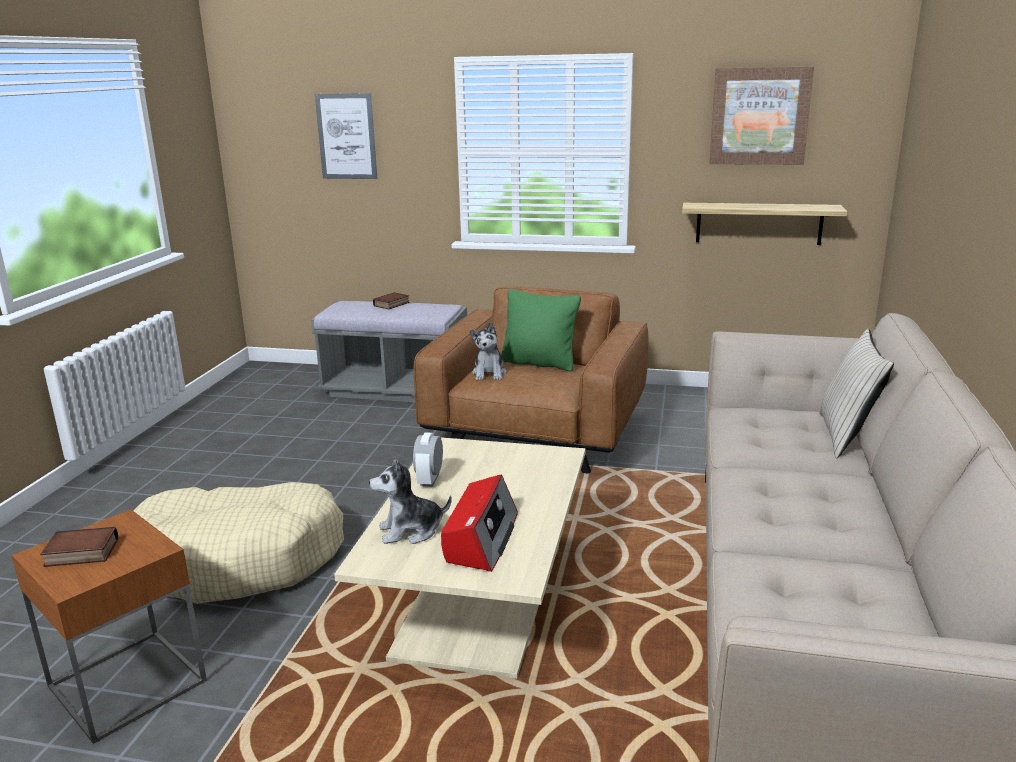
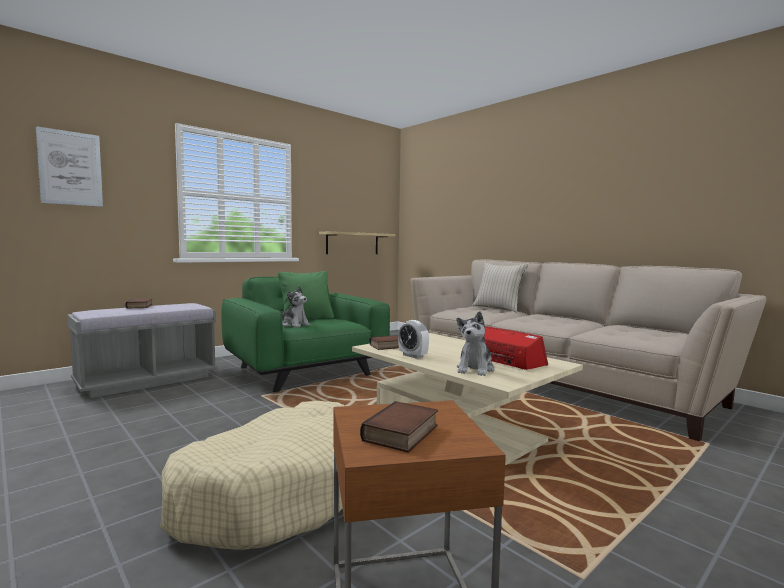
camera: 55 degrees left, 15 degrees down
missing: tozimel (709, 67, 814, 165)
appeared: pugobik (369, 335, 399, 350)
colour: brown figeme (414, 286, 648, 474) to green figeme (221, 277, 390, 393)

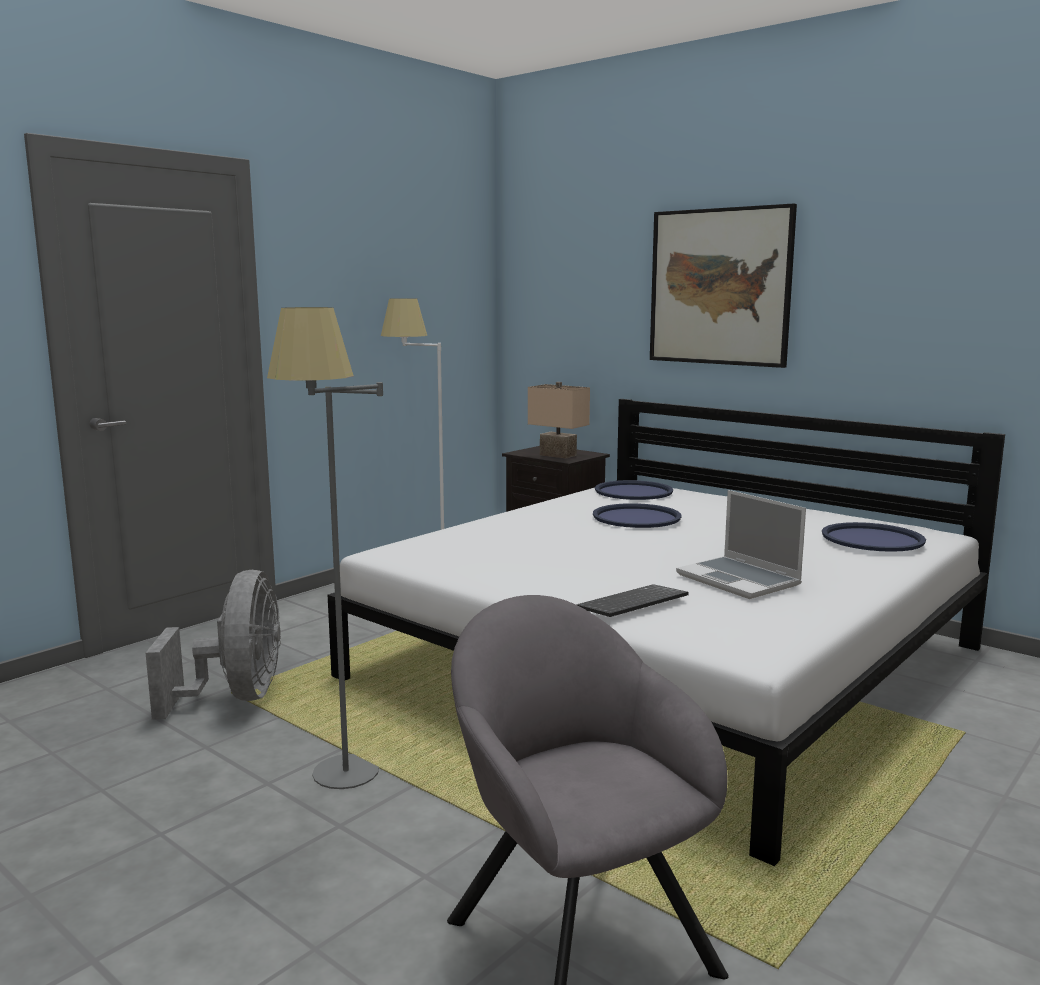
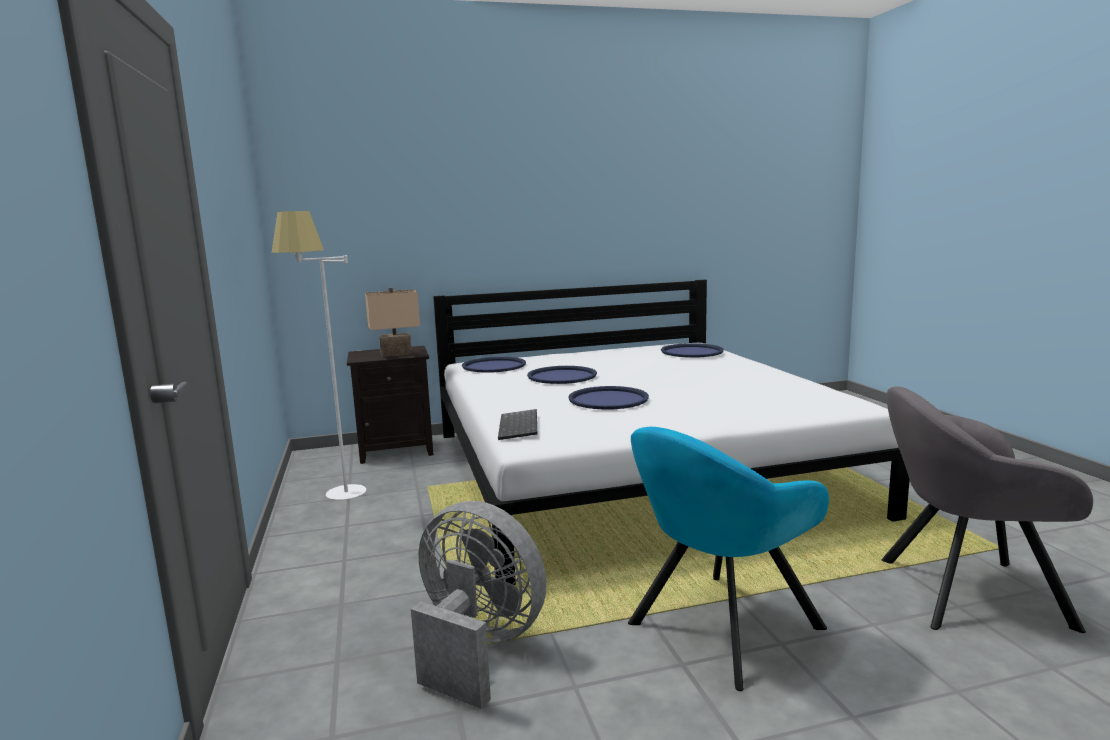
camera: 55 degrees left, 0 degrees up
missing: tozimel (650, 203, 797, 368); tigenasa (676, 490, 806, 599)
appeared: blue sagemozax (568, 386, 649, 410)
relocated: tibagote (576, 584, 688, 617) to (498, 409, 537, 440)
exchanged: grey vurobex (267, 307, 383, 789) to turquoise figeme (628, 427, 829, 691)

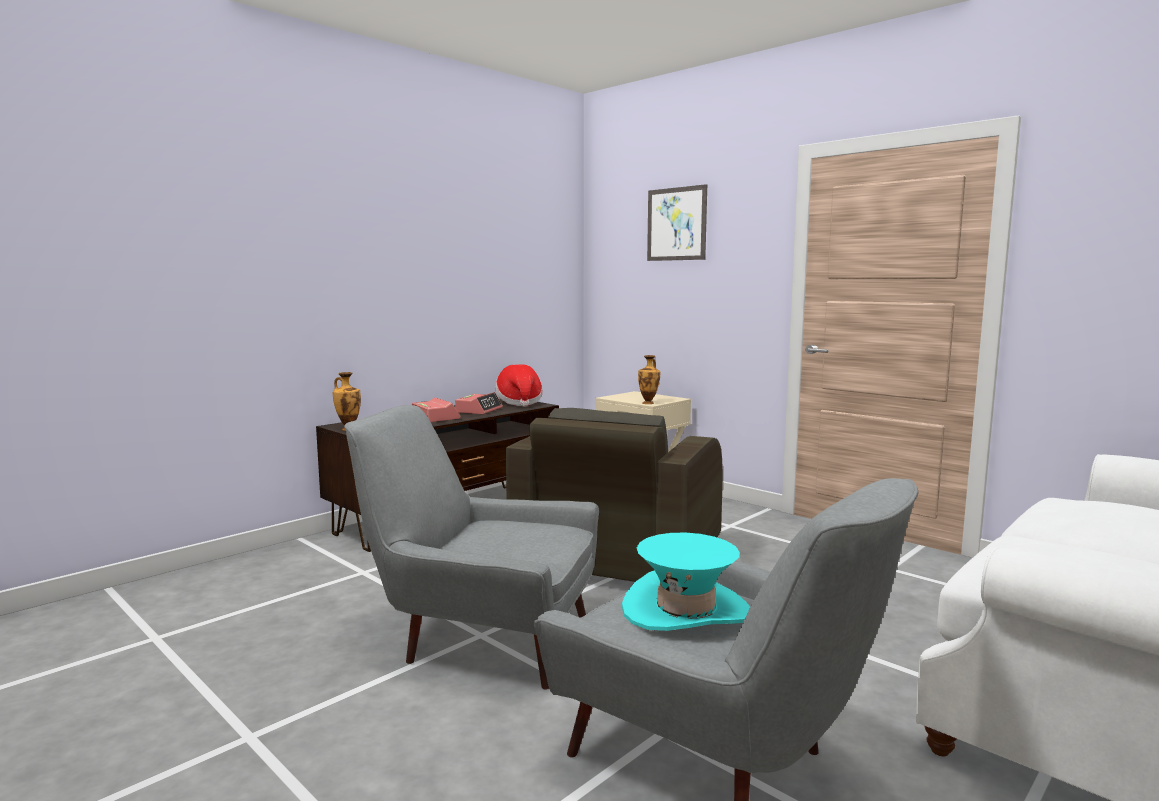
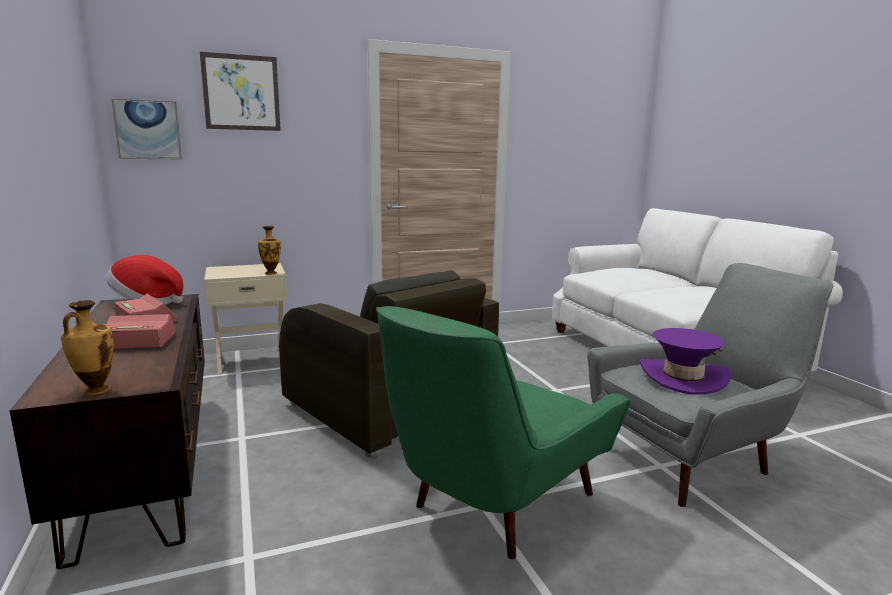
camera: 65 degrees left, 5 degrees up
appeared: tozimel (112, 99, 182, 159)
colour: grey figeme (344, 405, 599, 690) to green figeme (376, 306, 631, 559); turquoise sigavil (622, 533, 750, 631) to purple sigavil (640, 328, 731, 395)

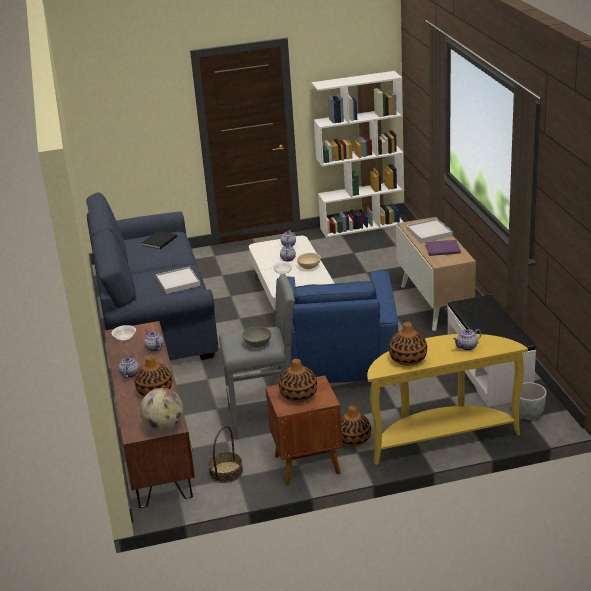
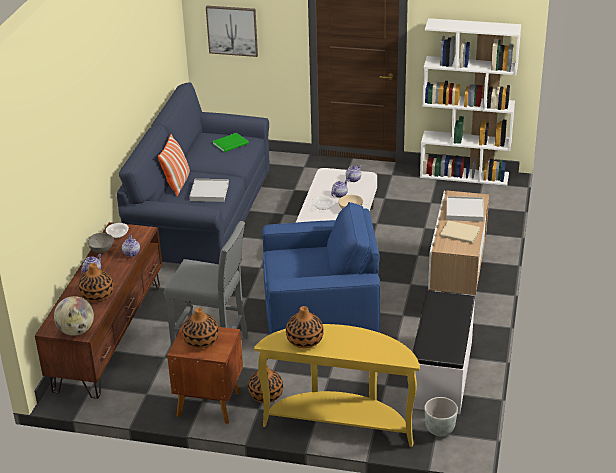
camera: 25 degrees right, 5 degrees up
missing: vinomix (453, 329, 482, 351); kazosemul (208, 426, 243, 483)
appeared: tozimel (206, 6, 258, 57); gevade (158, 134, 190, 196)
relocated: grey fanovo (242, 326, 271, 348) to (87, 233, 114, 253)
colour: black pugobik (142, 231, 177, 249) to green pugobik (212, 133, 249, 153); purple pugobik (425, 240, 461, 256) to beige pugobik (440, 221, 480, 243)
spun: blue figeme (276, 270, 398, 383) = (262, 202, 380, 334) 120 degrees counterclockwise

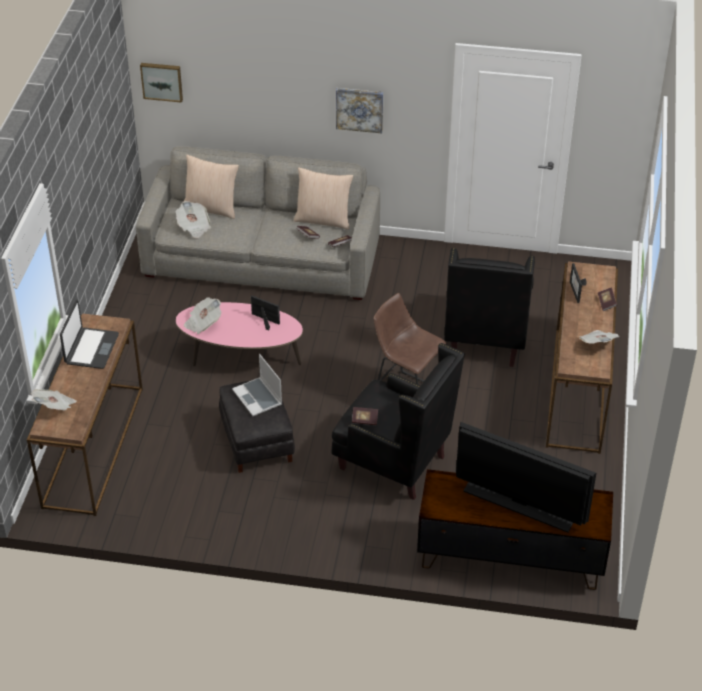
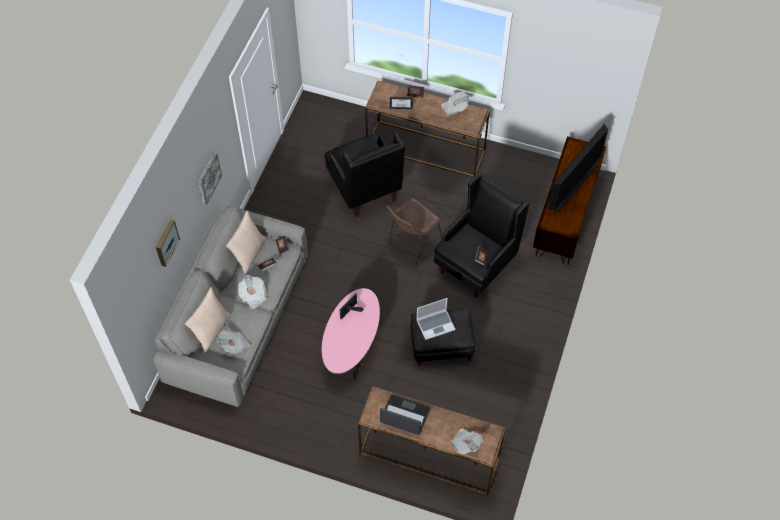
camera: 80 degrees left, 15 degrees up
relocated: tozimel (140, 63, 183, 103) to (156, 220, 180, 267); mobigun (184, 297, 221, 334) to (238, 275, 266, 309)
spun: black figeme (444, 248, 535, 367) = (324, 133, 405, 217) 45 degrees clockwise

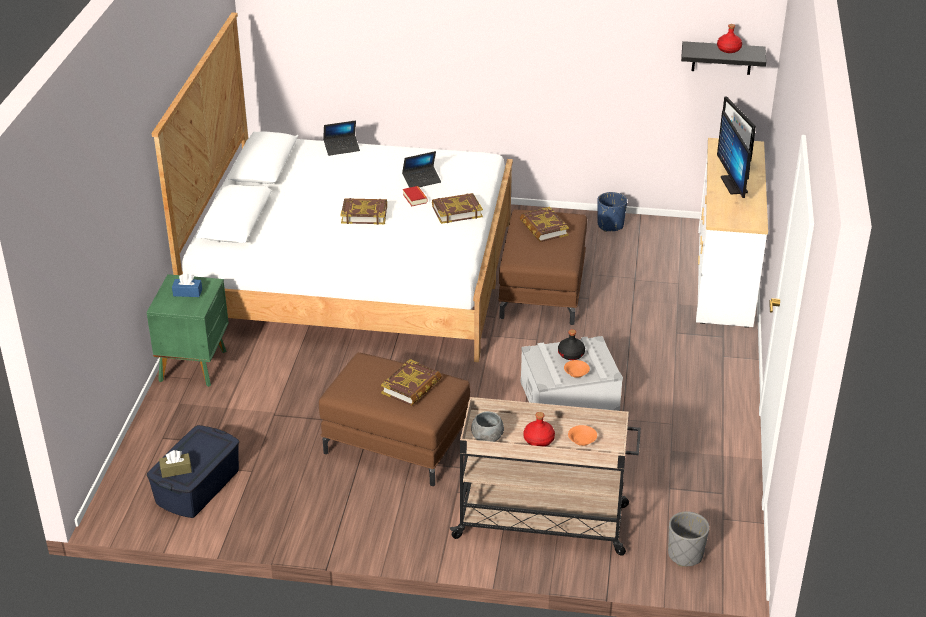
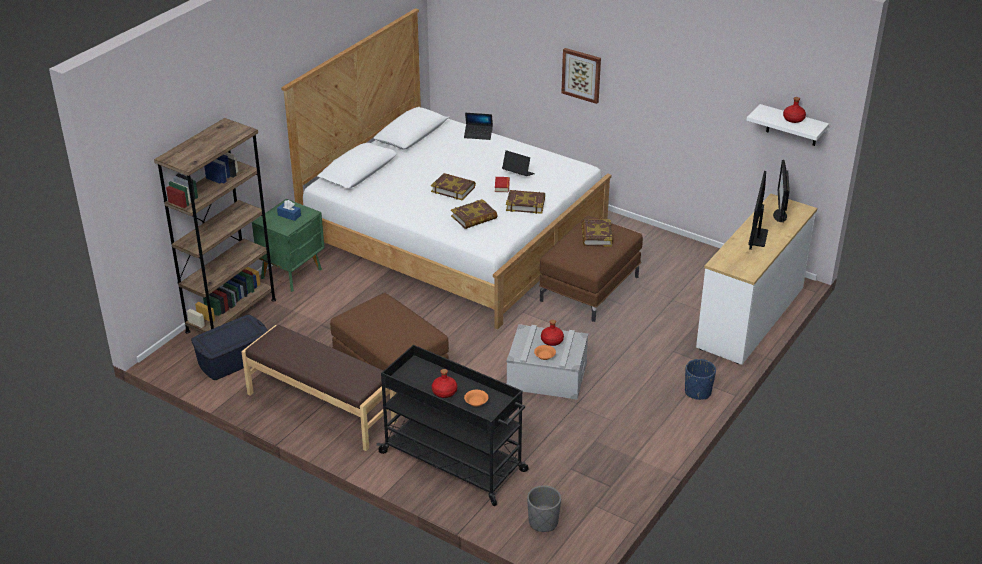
camera: 25 degrees right, 0 degrees up
missing: grey fanovo (471, 412, 504, 442); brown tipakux (159, 450, 192, 478)
appeared: tozimel (561, 48, 601, 104); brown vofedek (154, 118, 276, 333); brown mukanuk (241, 325, 398, 451)
relocated: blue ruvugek (597, 192, 627, 232) to (685, 359, 716, 400); pugobik (381, 359, 442, 406) to (451, 199, 497, 229)
colour: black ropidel (681, 41, 766, 75) to white ropidel (746, 104, 829, 146); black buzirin (558, 329, 585, 360) to red buzirin (541, 320, 564, 346); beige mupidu (450, 397, 641, 556) to black mupidu (377, 345, 529, 506)
spun: tigenasa (402, 151, 441, 188) = (502, 150, 535, 176) 150 degrees counterclockwise

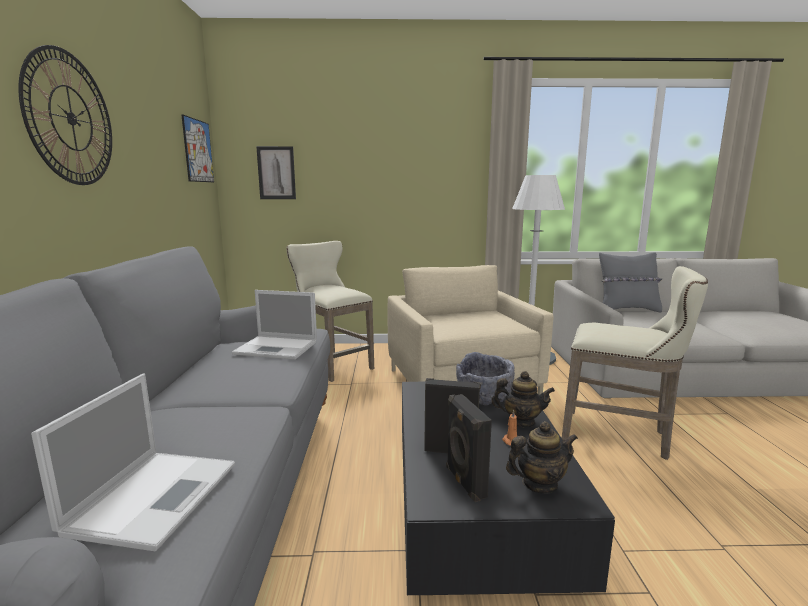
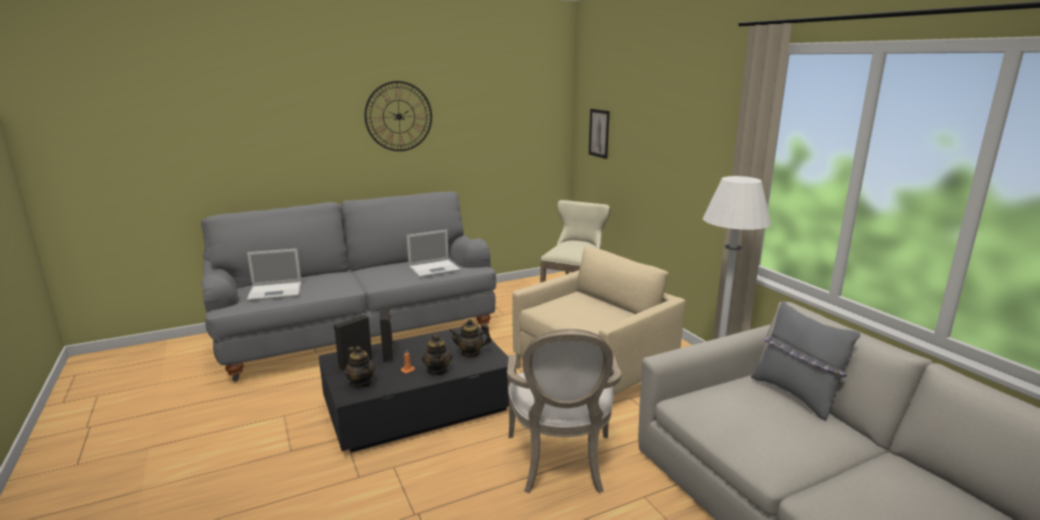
camera: 65 degrees right, 5 degrees up
missing: tozimel (181, 114, 214, 182)
exchanged: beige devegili (562, 266, 708, 460) to figeme (507, 329, 621, 493); grey fanovo (456, 352, 515, 405) to vinomix (449, 319, 492, 358)
spun: tigenasa (232, 290, 317, 359) = (407, 230, 461, 278) 105 degrees counterclockwise

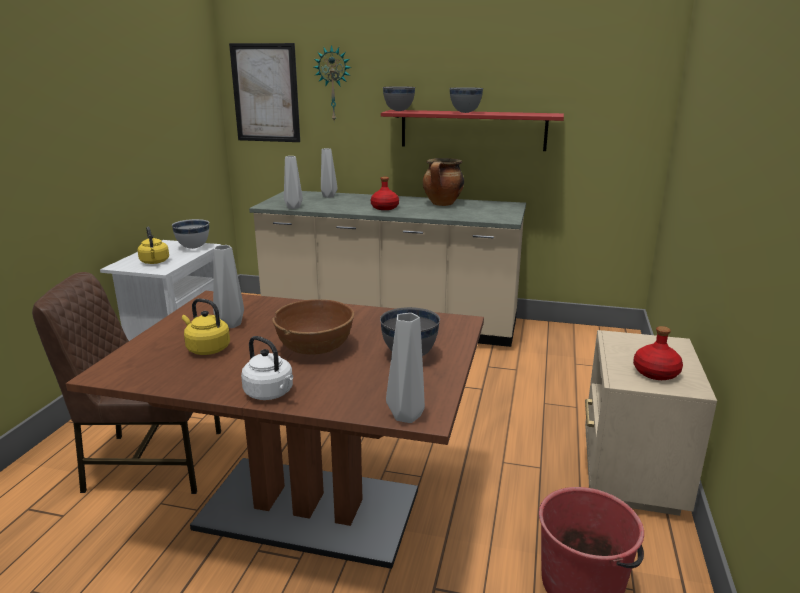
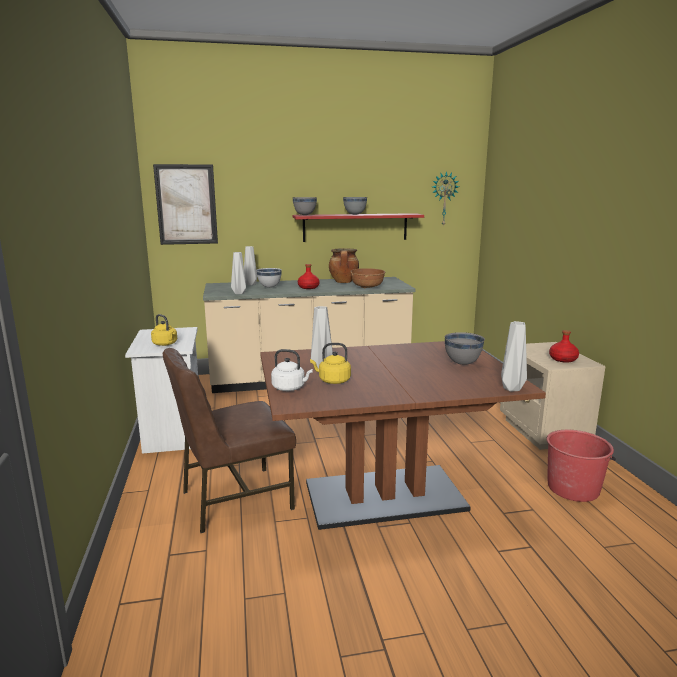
camera: 25 degrees left, 5 degrees down
relocated: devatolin (314, 45, 352, 121) to (432, 171, 459, 227); white fanovo (172, 219, 209, 249) to (256, 268, 282, 288); brown fanovo (272, 299, 354, 355) to (350, 268, 385, 289); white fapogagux (241, 336, 293, 400) to (271, 349, 313, 391)

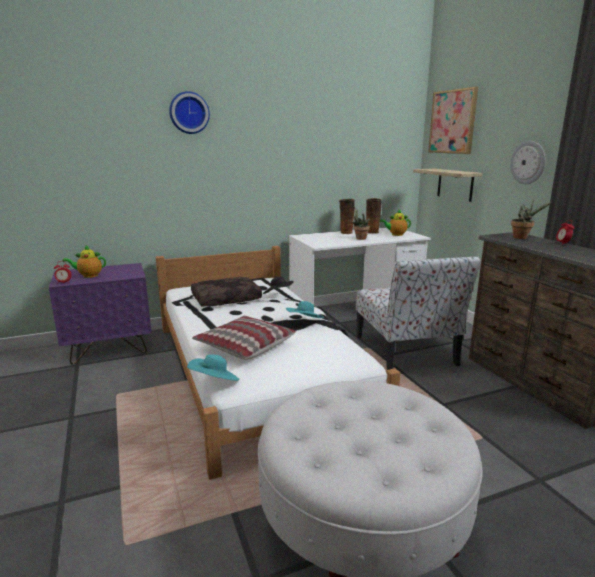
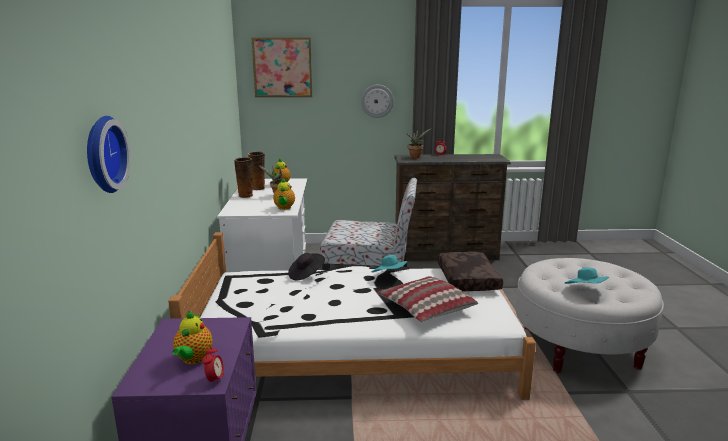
camera: 70 degrees left, 0 degrees up
missing: ropidel (413, 169, 483, 202)
appeared: vinomix (273, 178, 295, 210)
relocated: devatolin (169, 91, 210, 134) to (87, 116, 131, 193); brown gevade (191, 277, 262, 307) to (438, 252, 503, 291); turquoise sigavil (187, 354, 240, 381) to (565, 267, 609, 284)

